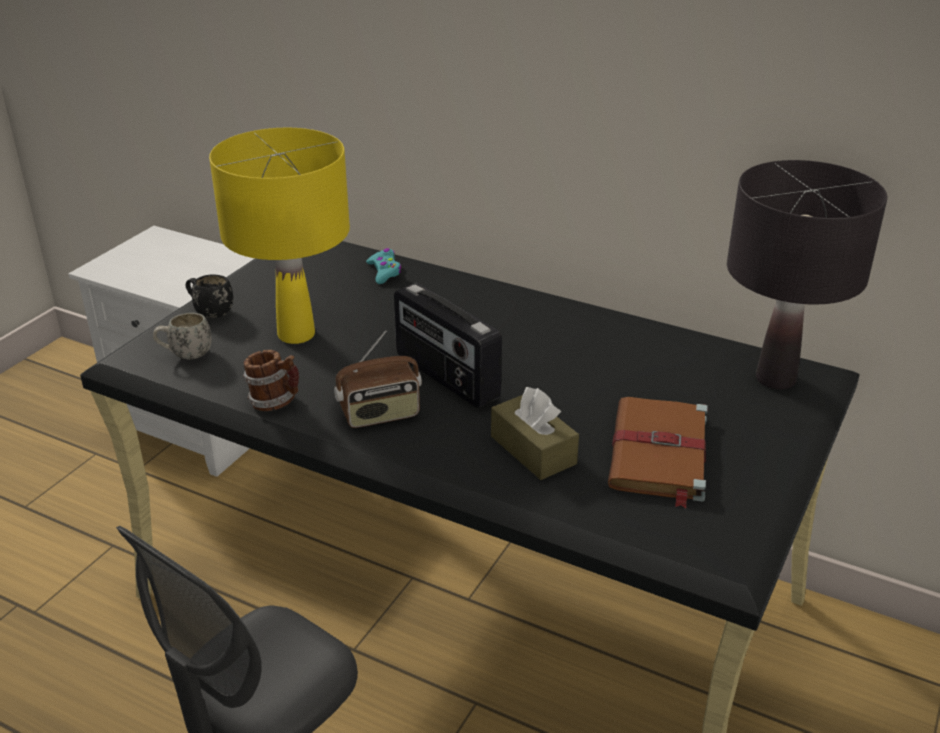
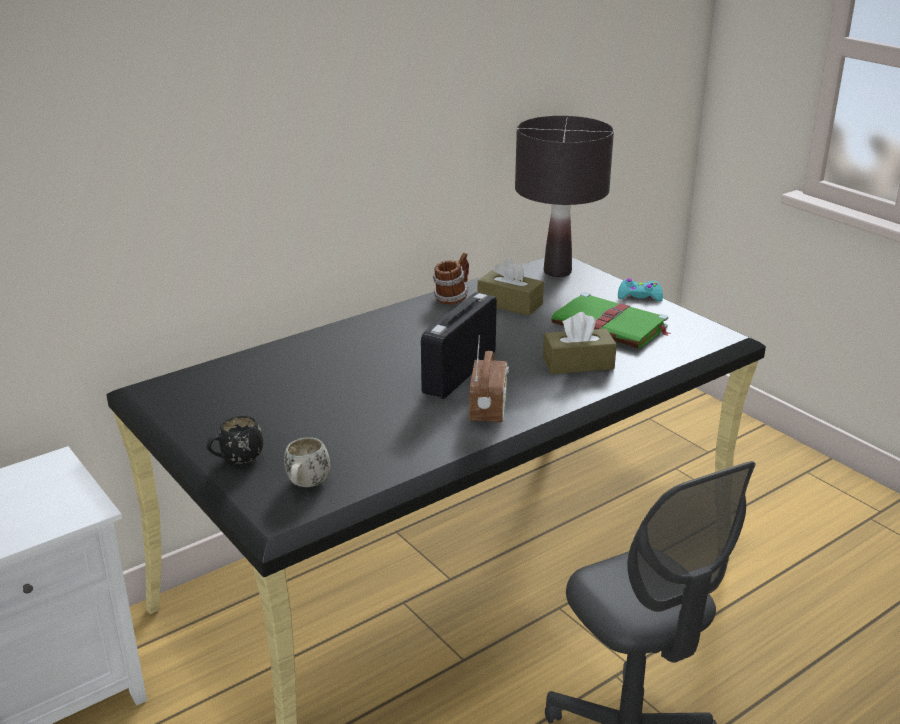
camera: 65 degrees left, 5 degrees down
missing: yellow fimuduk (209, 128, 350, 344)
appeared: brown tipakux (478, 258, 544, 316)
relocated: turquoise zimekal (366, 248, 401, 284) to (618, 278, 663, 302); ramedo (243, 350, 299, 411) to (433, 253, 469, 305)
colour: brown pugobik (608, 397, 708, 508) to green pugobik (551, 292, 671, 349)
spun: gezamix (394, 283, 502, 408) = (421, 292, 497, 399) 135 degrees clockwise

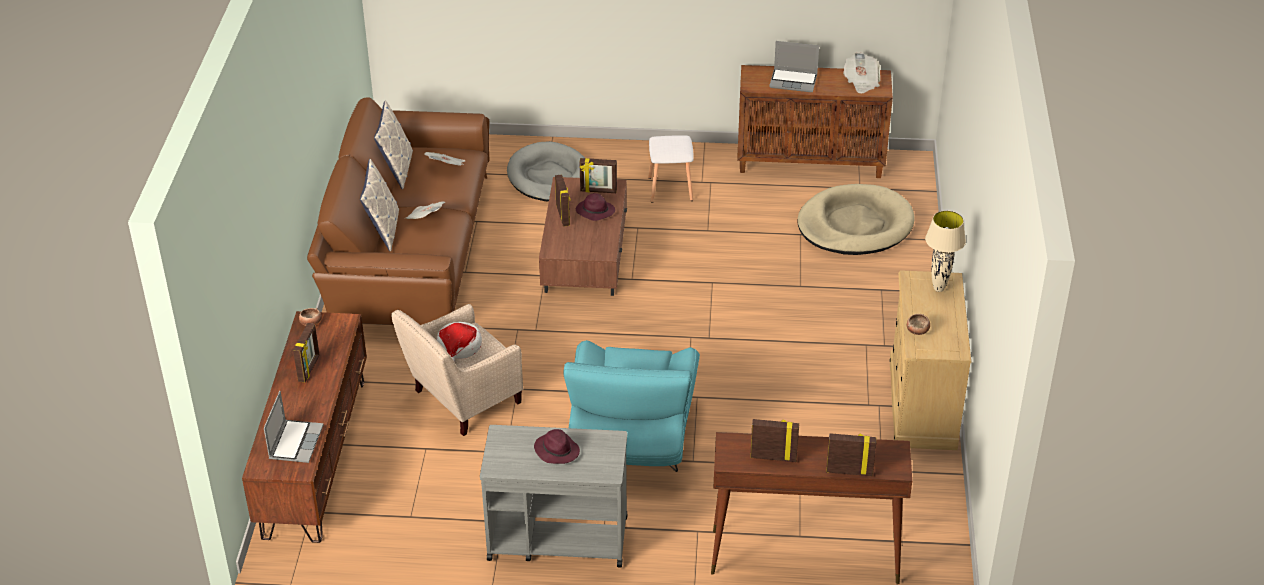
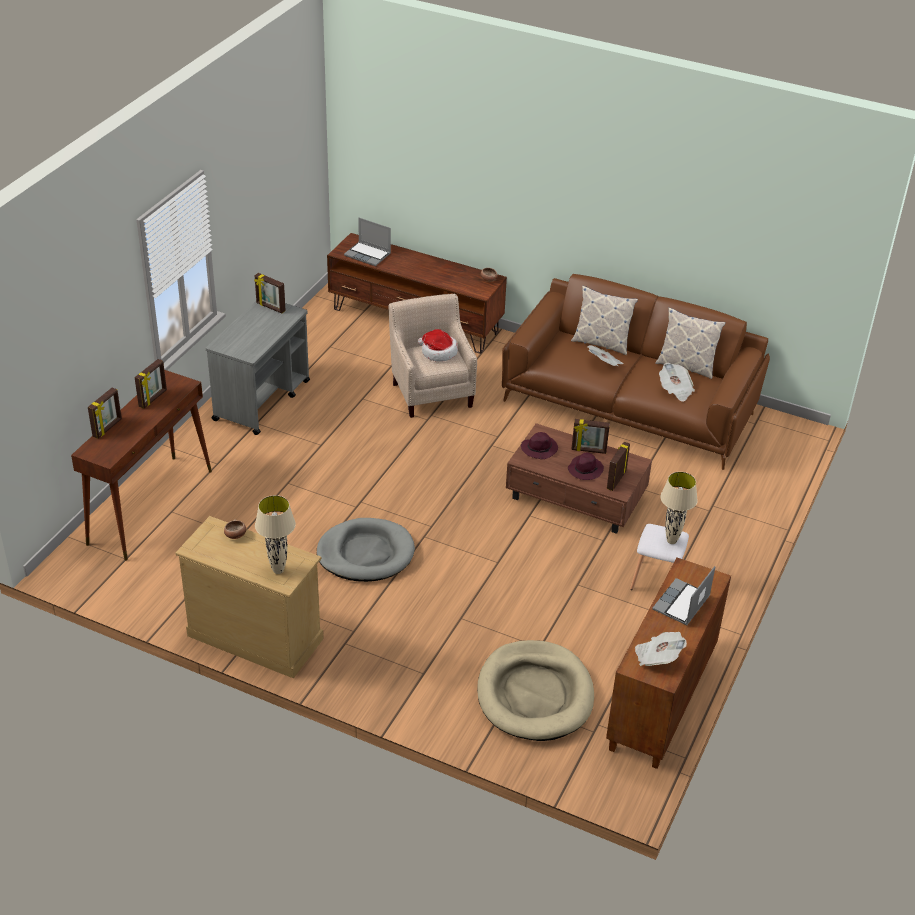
camera: 110 degrees right, 0 degrees up
missing: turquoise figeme (563, 340, 700, 472)
appeared: beige fimuduk (660, 472, 698, 544)
relocated: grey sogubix (507, 141, 585, 202) to (317, 518, 415, 582); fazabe (293, 323, 320, 383) to (254, 273, 286, 313); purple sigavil (534, 429, 580, 464) to (521, 432, 558, 459)

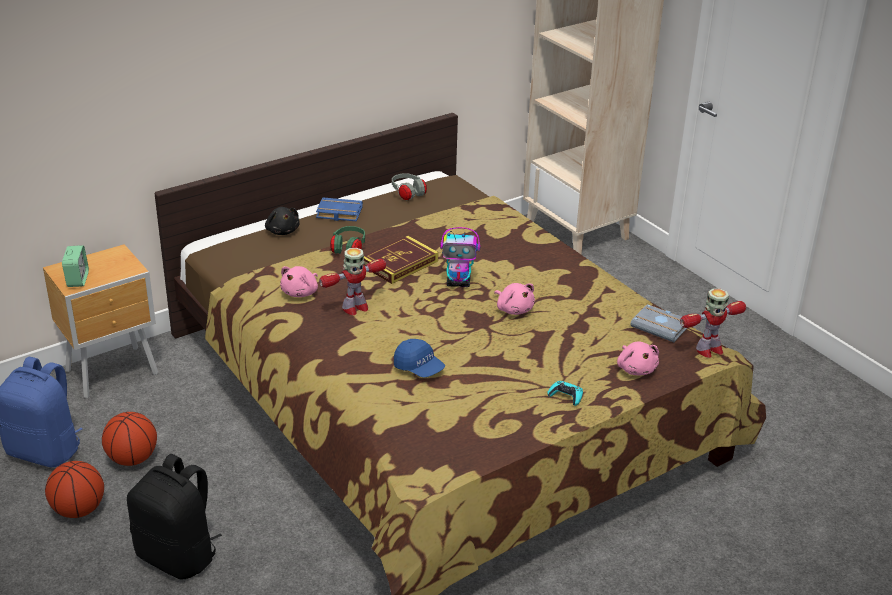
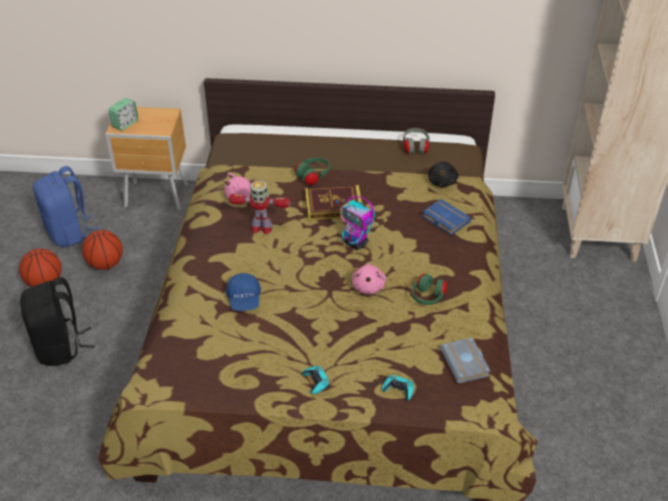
camera: 40 degrees right, 10 degrees up
missing: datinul (680, 288, 746, 358)
appeared: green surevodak (412, 274, 447, 305)
relocated: blue pugobik (316, 197, 363, 222) to (422, 199, 471, 235); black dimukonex (265, 207, 300, 235) to (428, 162, 459, 187)
exchanged: pink dimukonex (617, 342, 659, 375) to turquoise zimekal (382, 375, 414, 400)

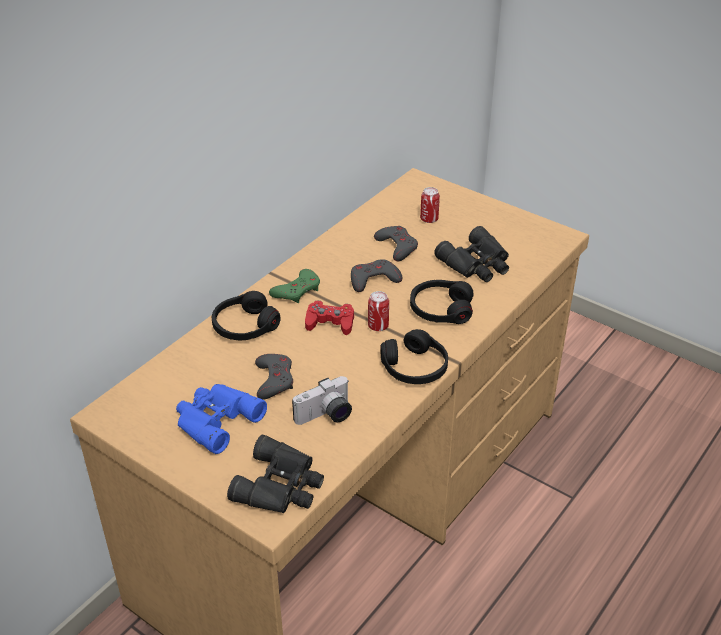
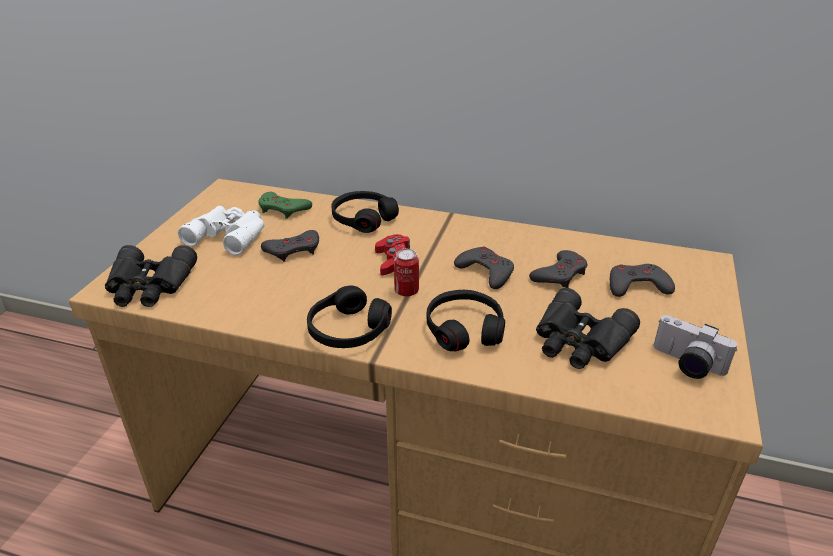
camera: 70 degrees right, 5 degrees down
relocated: green zimekal (269, 269, 320, 303) to (258, 192, 312, 219); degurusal (292, 376, 352, 425) to (653, 315, 738, 379)
exchanged: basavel (420, 187, 440, 223) to grey zimekal (610, 264, 675, 297)
colour: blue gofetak (176, 384, 267, 454) to white gofetak (178, 206, 264, 255)

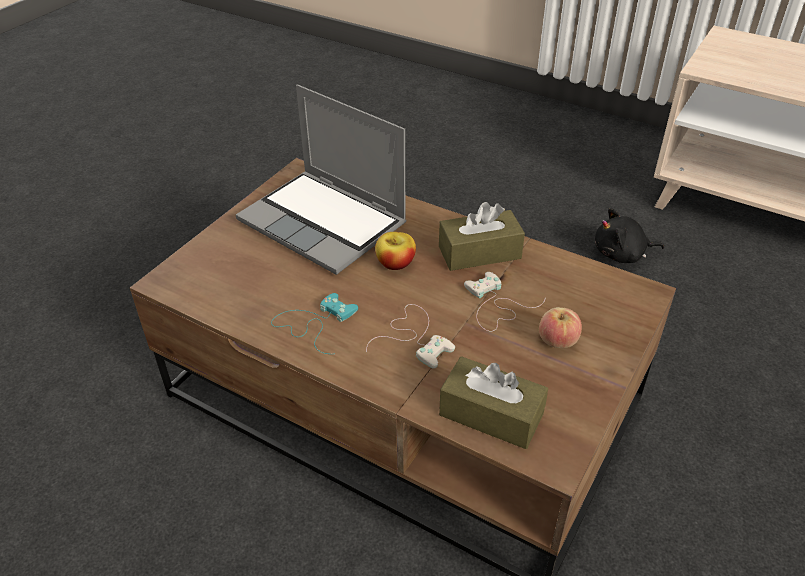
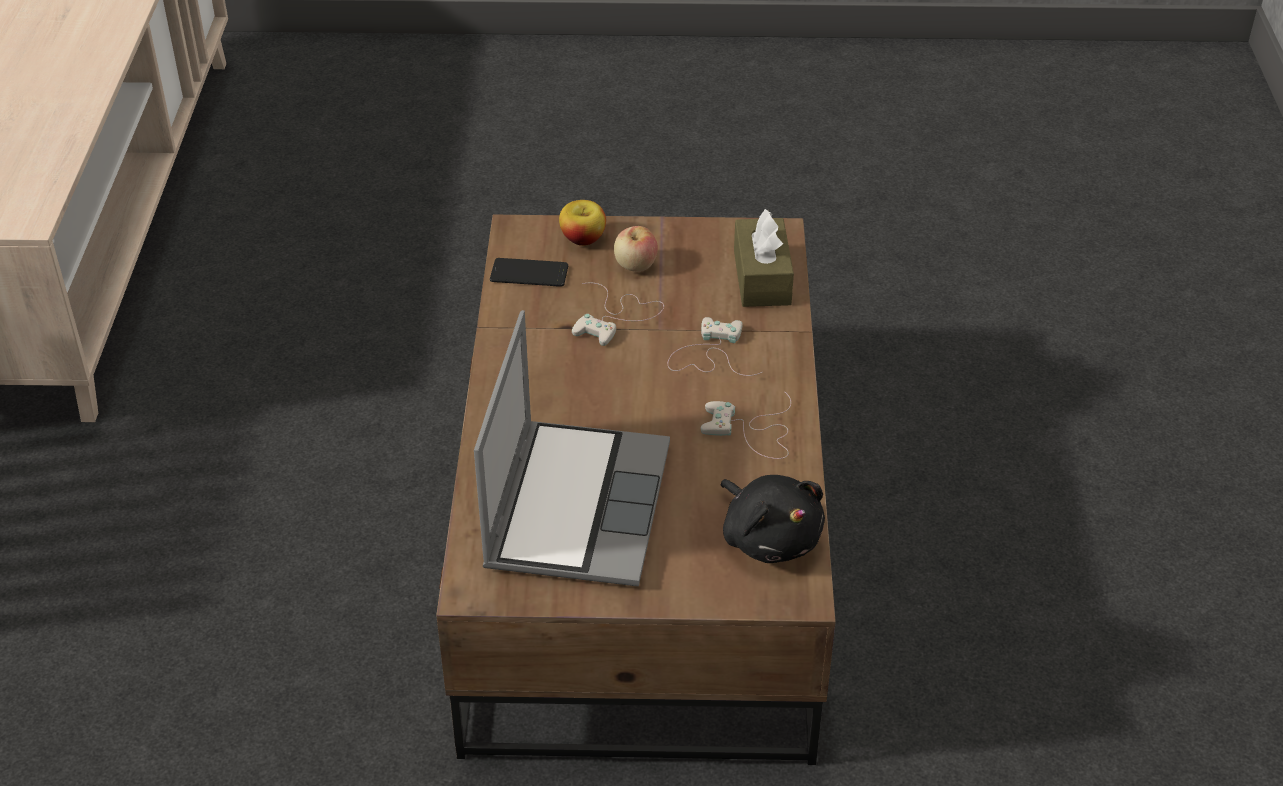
camera: 120 degrees left, 0 degrees up
missing: brown tipakux (439, 202, 525, 271)
appeared: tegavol (490, 258, 568, 287)
relocated: black dimukonex (595, 208, 664, 263) to (721, 475, 825, 563); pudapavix (375, 232, 416, 270) to (559, 200, 606, 246)
colour: turquoise zimekal (271, 293, 358, 354) to white zimekal (701, 392, 791, 459)

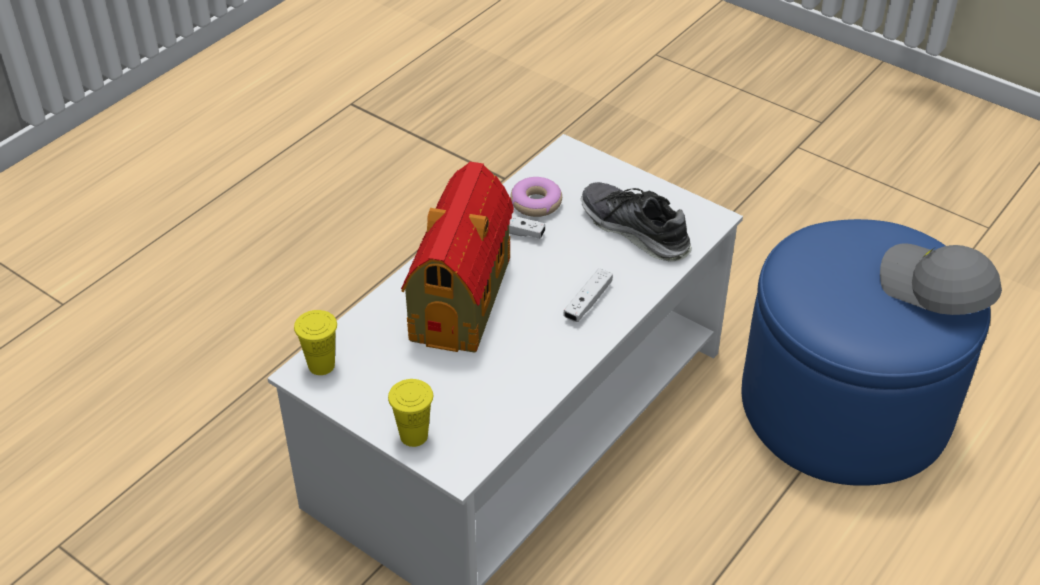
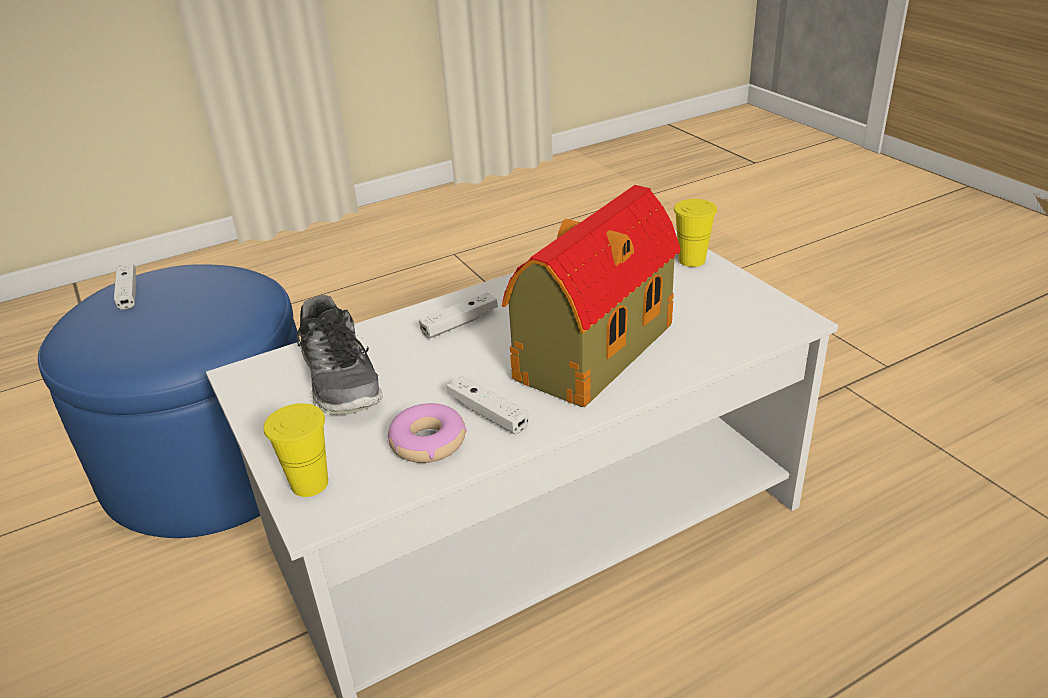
camera: 155 degrees left, 10 degrees down
relocated: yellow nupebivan (294, 310, 337, 375) to (263, 403, 328, 497)
exchanged: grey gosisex (880, 243, 1002, 315) to white zimekal (114, 263, 136, 310)

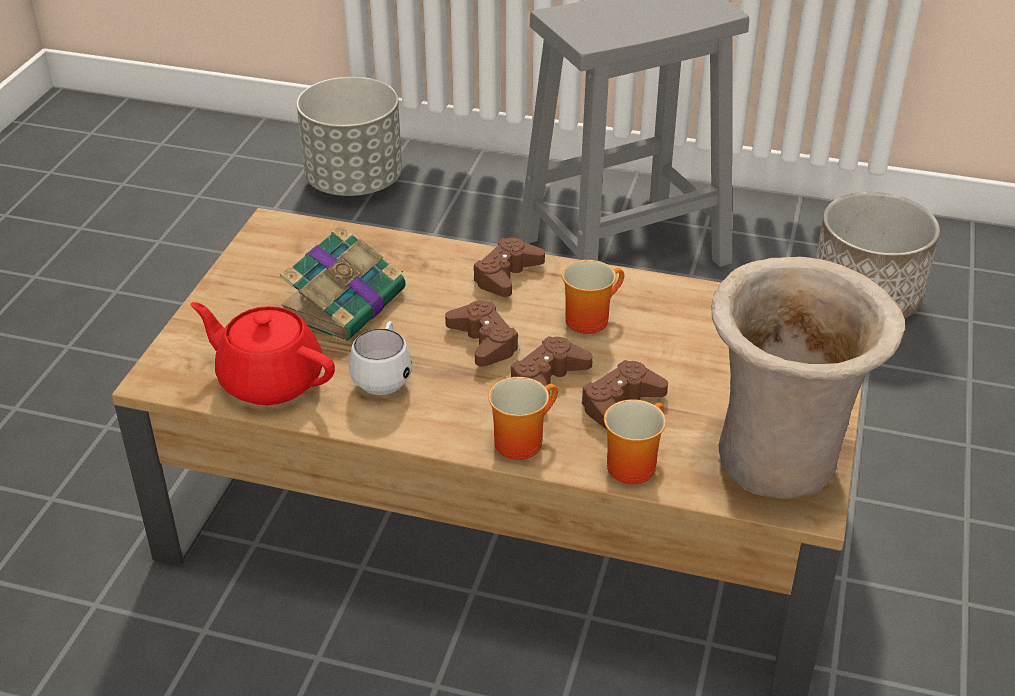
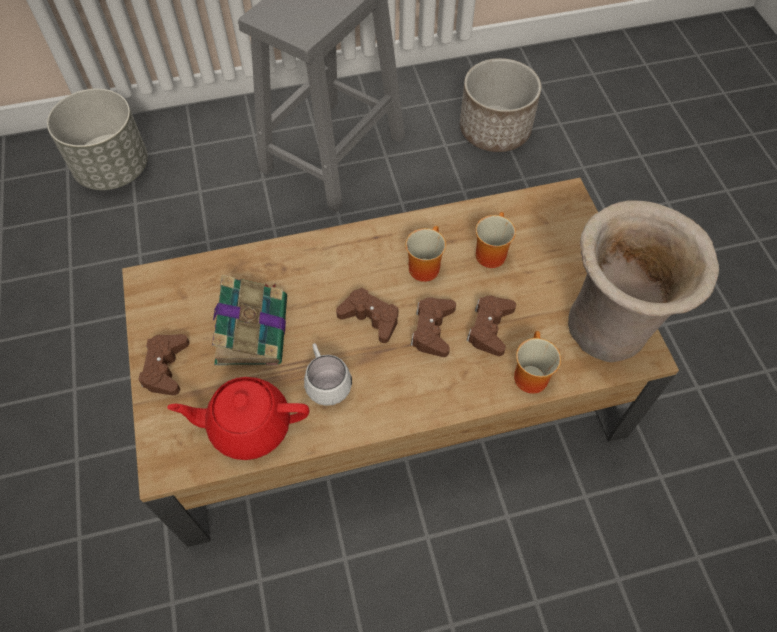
camera: 30 degrees left, 20 degrees up
relocated: brown zimekal (473, 238, 545, 297) to (138, 334, 189, 395); ramedo (488, 377, 558, 460) to (476, 212, 516, 268)

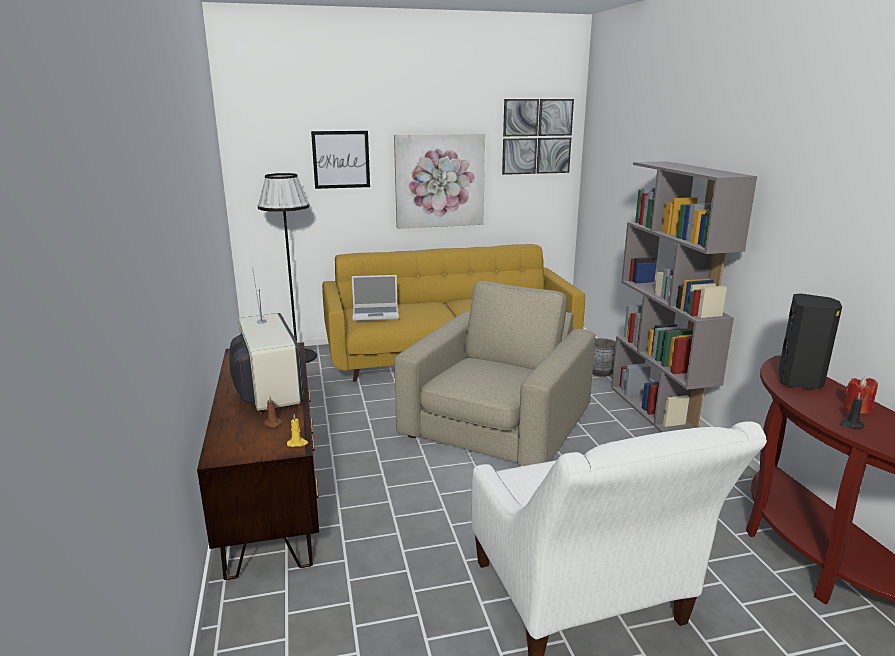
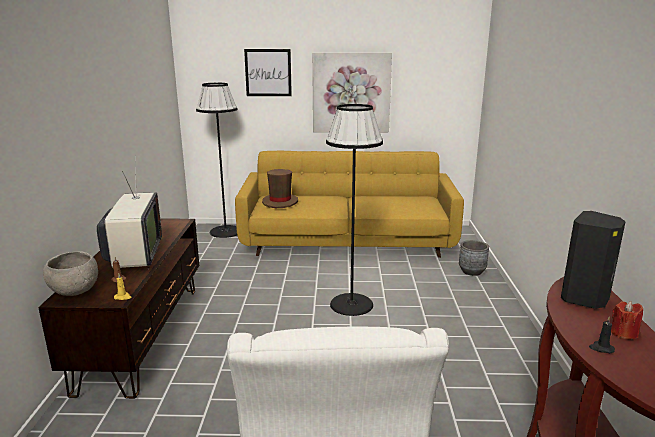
camera: 15 degrees right, 0 degrees up
missing: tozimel (502, 99, 574, 175); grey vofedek (611, 161, 757, 432)
appeared: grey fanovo (43, 251, 98, 296)
exchanged: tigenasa (352, 275, 399, 321) to brown sigavil (262, 169, 298, 208); beige figeme (394, 281, 596, 466) to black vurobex (326, 104, 383, 316)

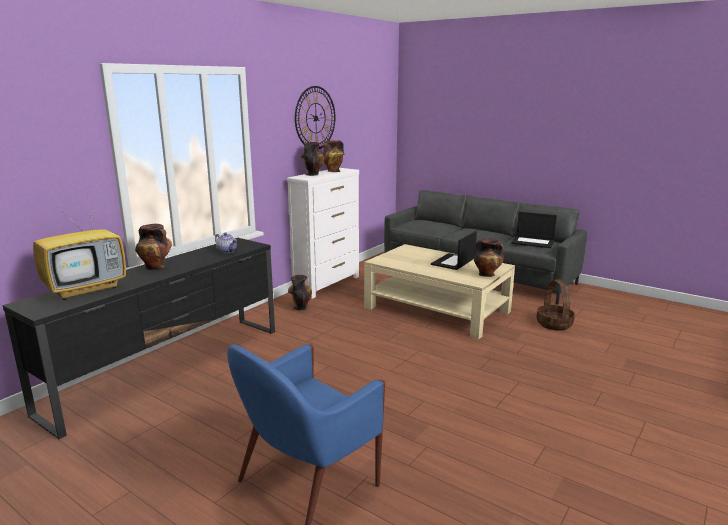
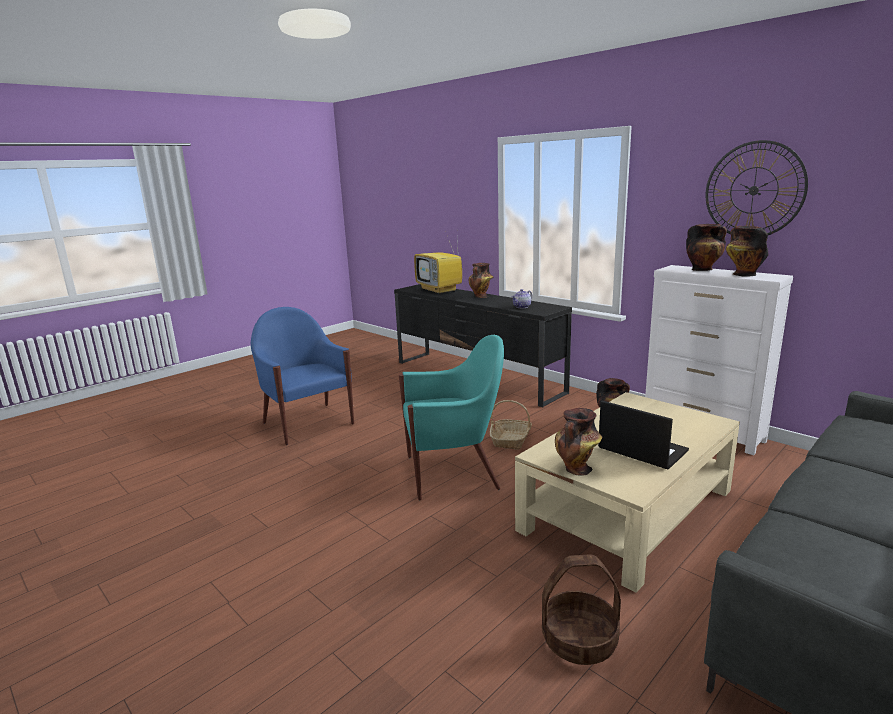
camera: 100 degrees right, 0 degrees up
missing: tigenasa (511, 212, 557, 248)
appeared: turquoise figeme (399, 335, 504, 500); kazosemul (490, 400, 532, 450)

